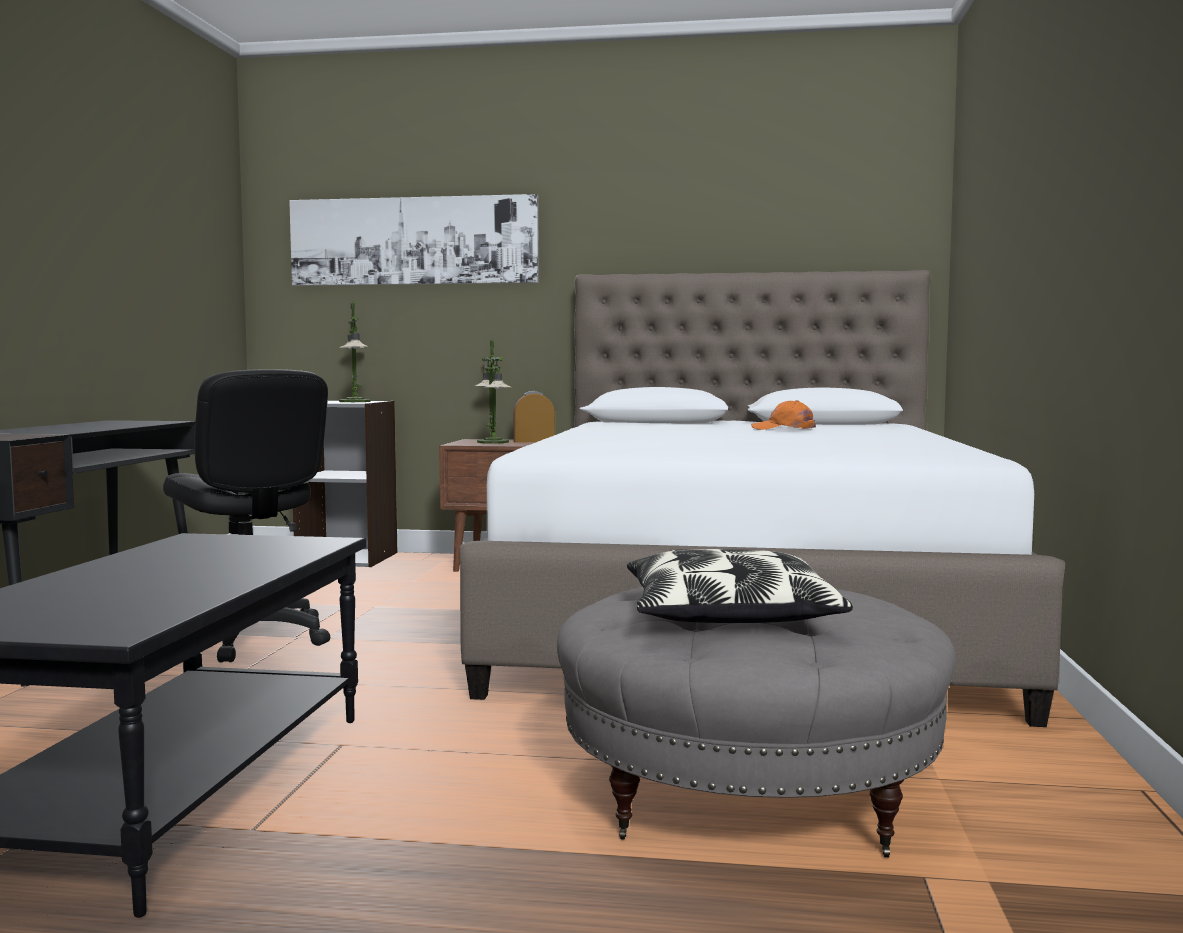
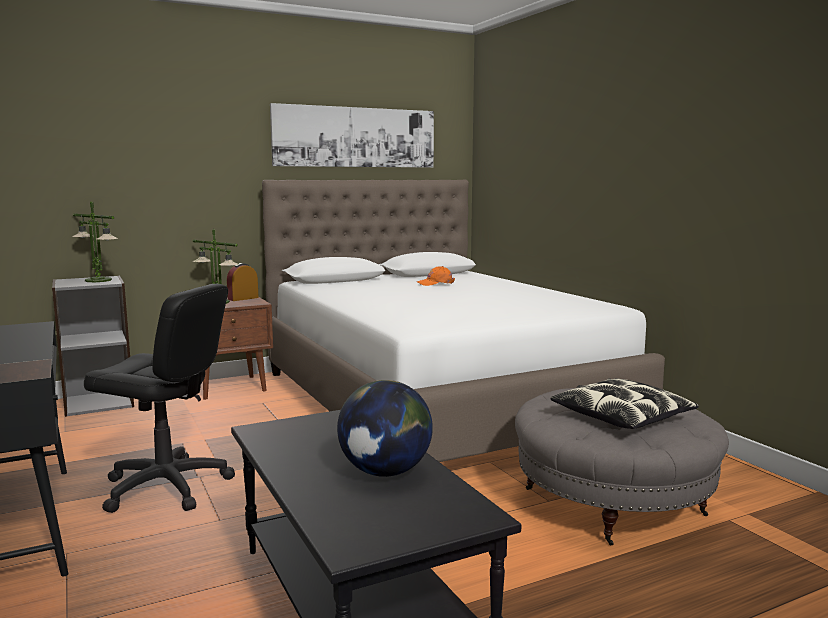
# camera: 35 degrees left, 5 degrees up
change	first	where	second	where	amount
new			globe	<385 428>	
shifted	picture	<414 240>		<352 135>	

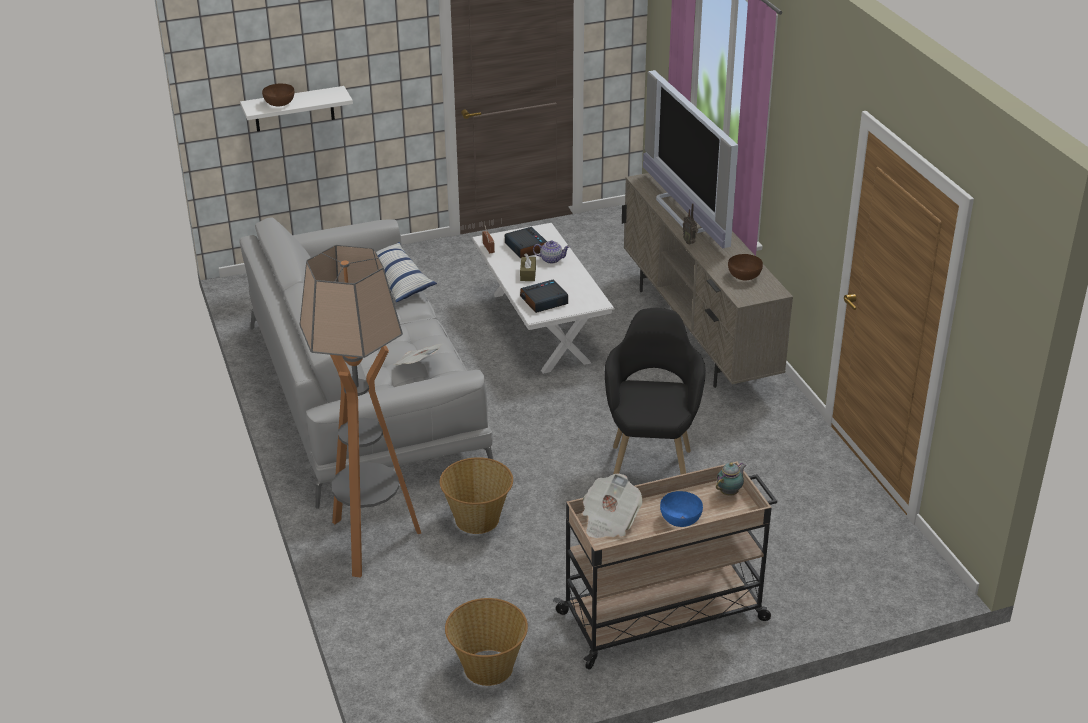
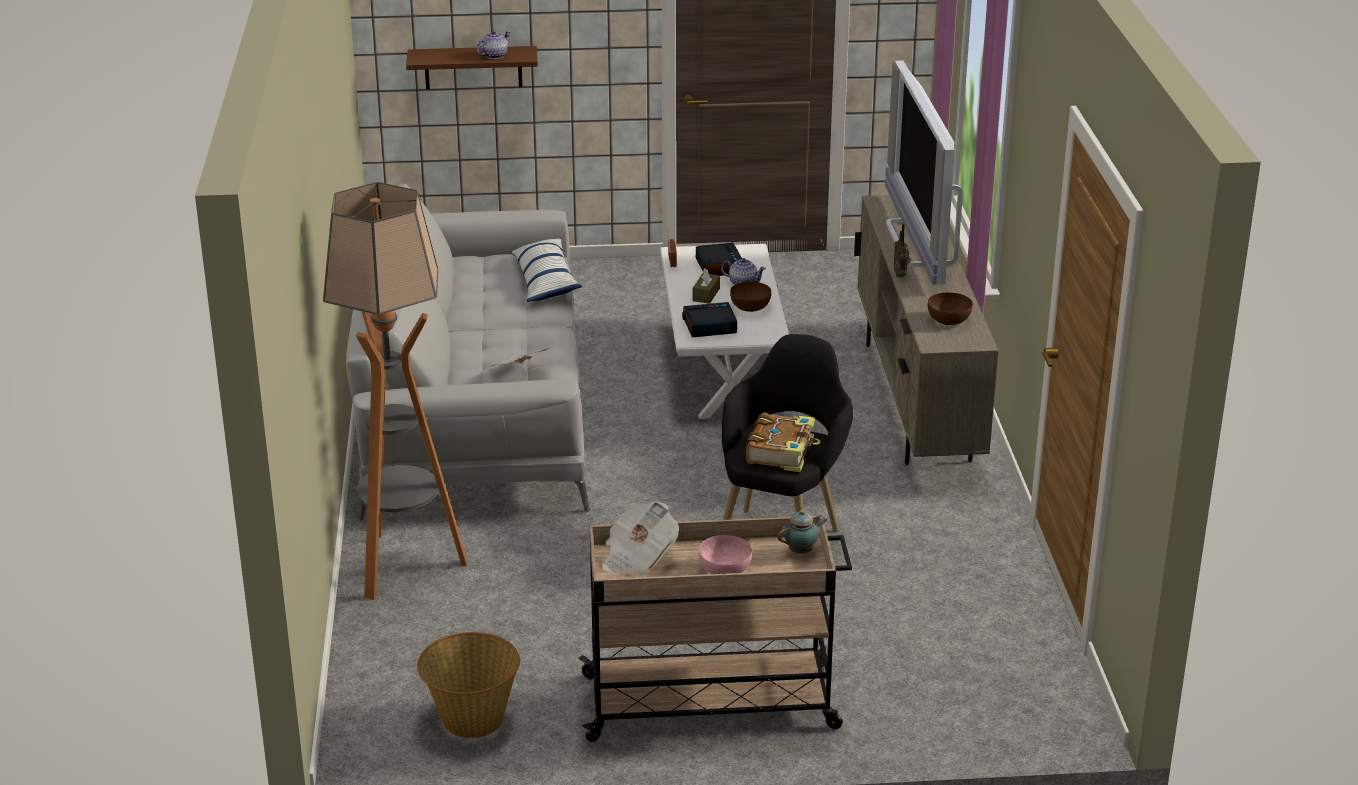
# camera: 15 degrees right, 5 degrees down
change	first	where	second	where	amount
gone	basket	<476 495>			
new			teapot	<493 44>	
new			book	<783 442>	
shifted	brown bowl	<278 95>		<750 296>	
repainted	white shelf	<296 109>	brown shelf	<472 67>	
repainted	blue bowl	<681 509>	pink bowl	<725 554>	

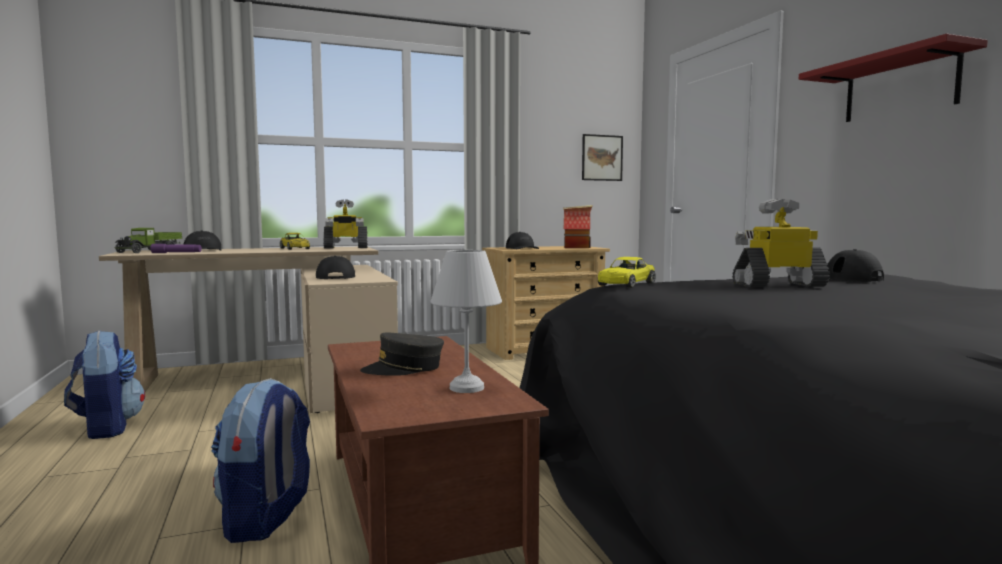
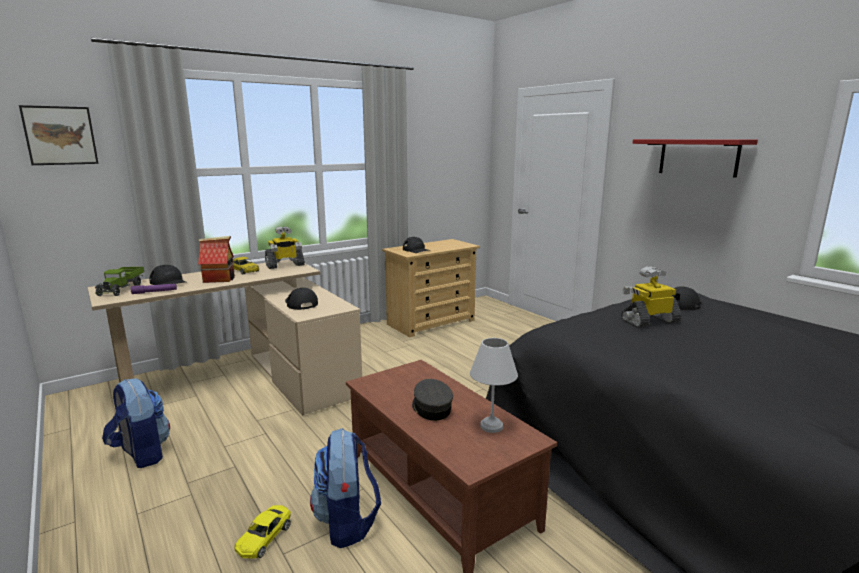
# camera: 15 degrees left, 10 degrees up
change	first	where	second	where	amount
shifted	toy house	<578 226>		<216 259>	
shifted	picture	<602 157>		<59 135>	
shifted	yellow toy car	<627 272>		<262 532>	
rotated	grey cap	<402 354>		<432 400>	105 degrees clockwise

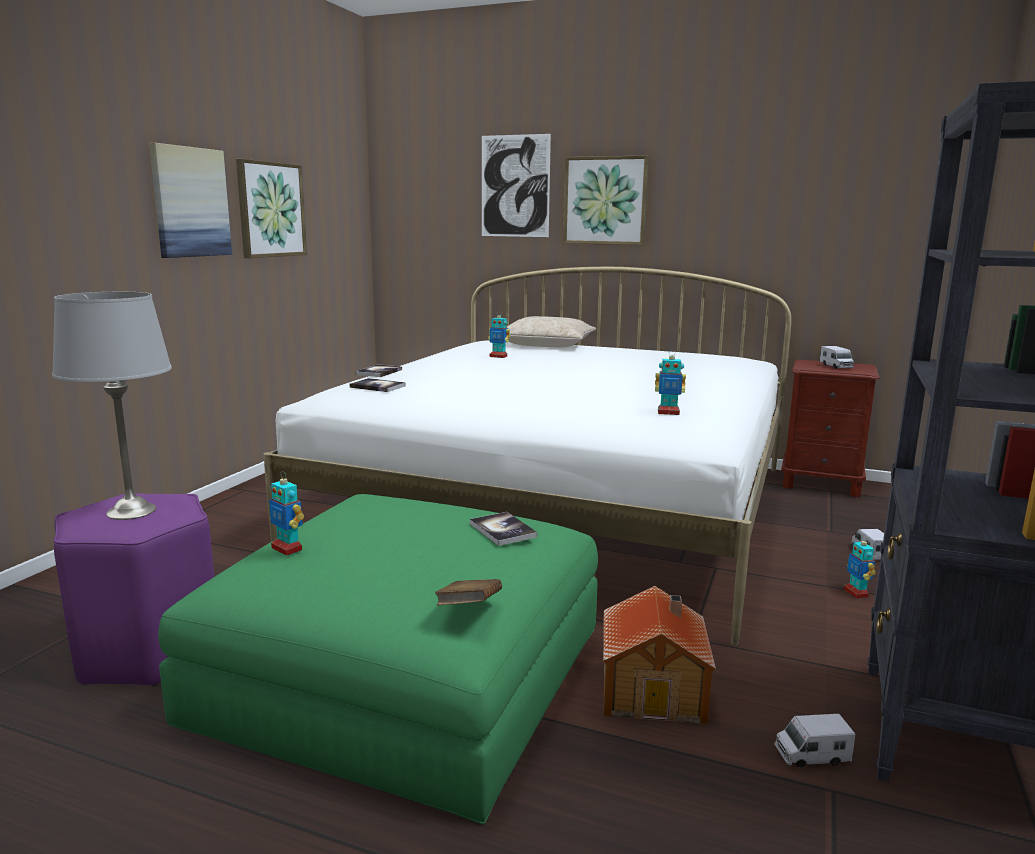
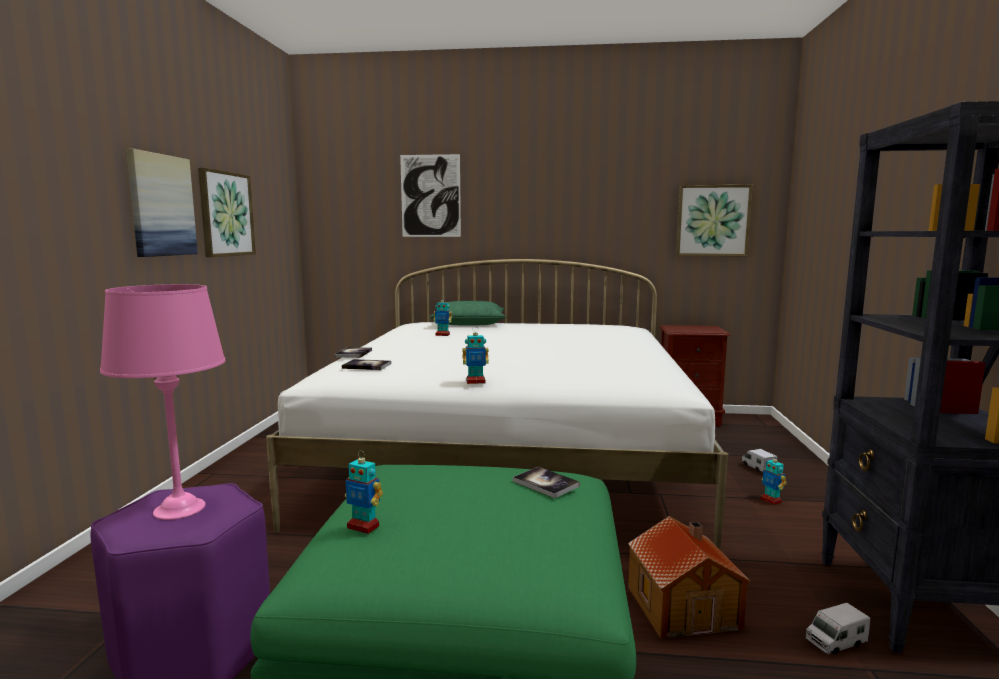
# camera: 15 degrees left, 5 degrees down
change	first	where	second	where	amount
gone	brown book	<468 592>			
gone	toy truck	<837 357>			
shifted	picture	<606 200>		<714 220>	
shifted	toy robot	<670 382>		<475 357>	
repainted	grey table lamp	<112 406>	pink table lamp	<162 402>	
repainted	beige pillow	<551 331>	green pillow	<468 313>	

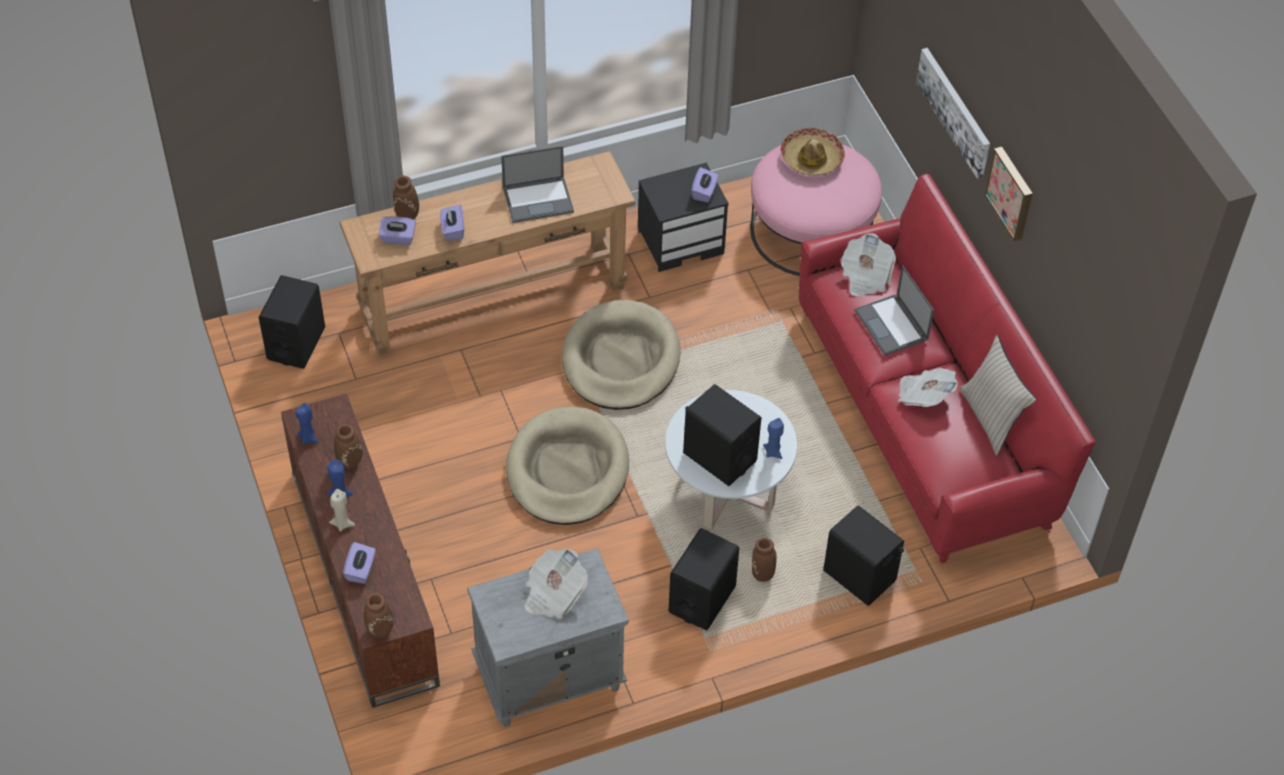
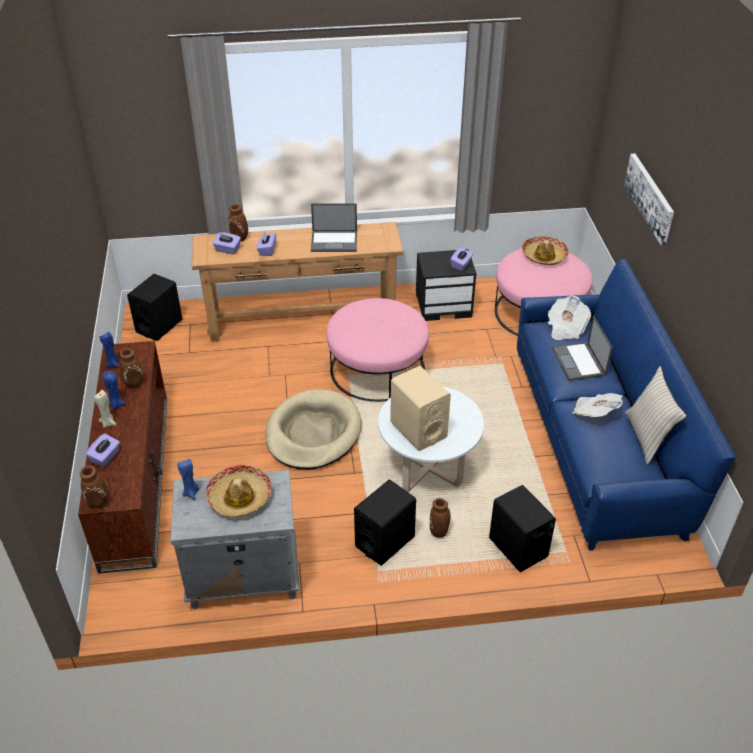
# camera: 15 degrees right, 10 degrees down
change	first	where	second	where	amount
gone	picture	<1008 194>			
shifted	blue candle	<773 438>		<188 479>	
swapped	newspaper	<556 584>	hat	<239 491>	
swapped	beige dog bed	<621 355>	pink ottoman	<377 350>	
repainted	black speaker	<722 435>	beige speaker	<420 408>	
repainted	red sofa	<947 369>	blue sofa	<626 405>	

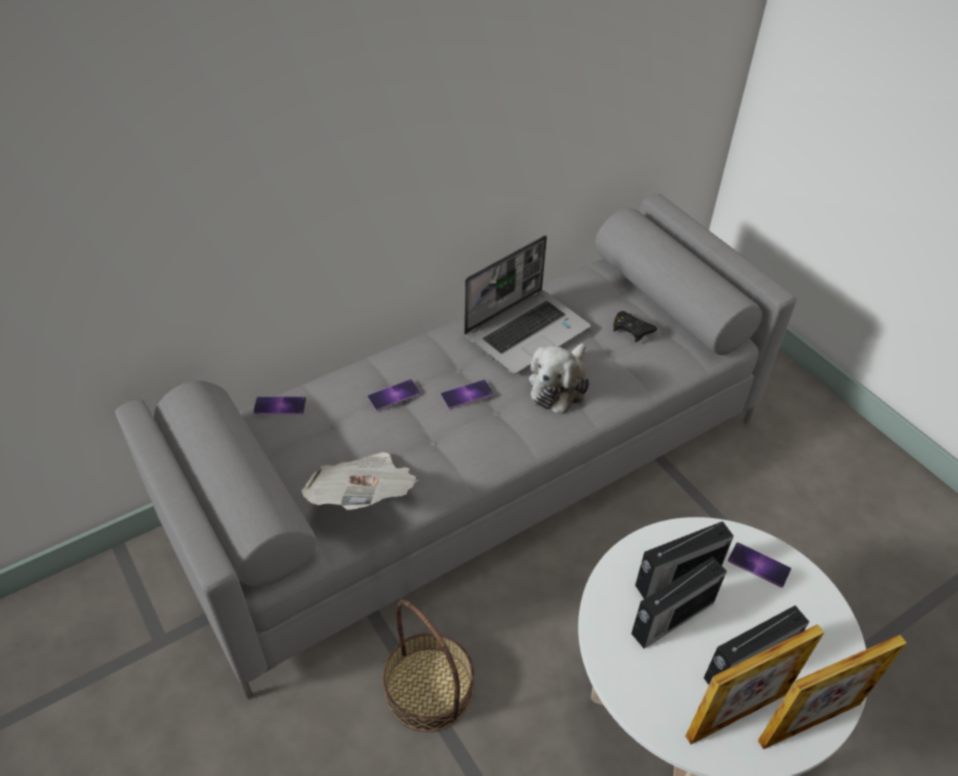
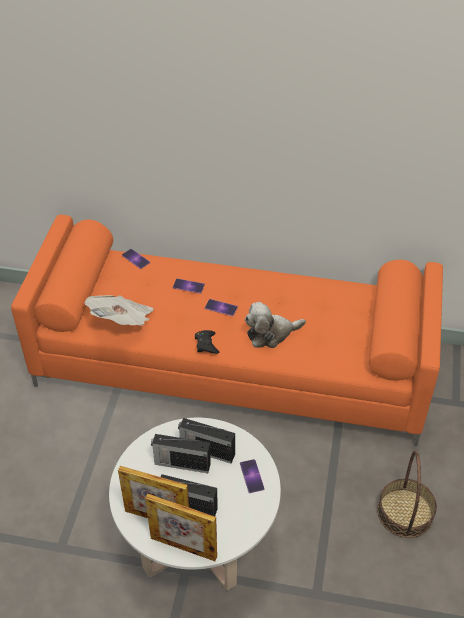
# camera: 45 degrees right, 0 degrees up
change	first	where	second	where	amount
gone	laptop	<527 304>			
shifted	basket	<428 666>		<407 494>	
shifted	black game controller	<635 326>		<207 342>	
repainted	grey sofa	<455 447>	orange sofa	<227 330>	

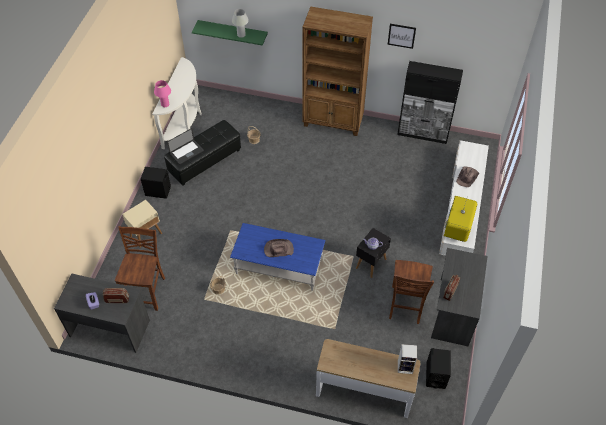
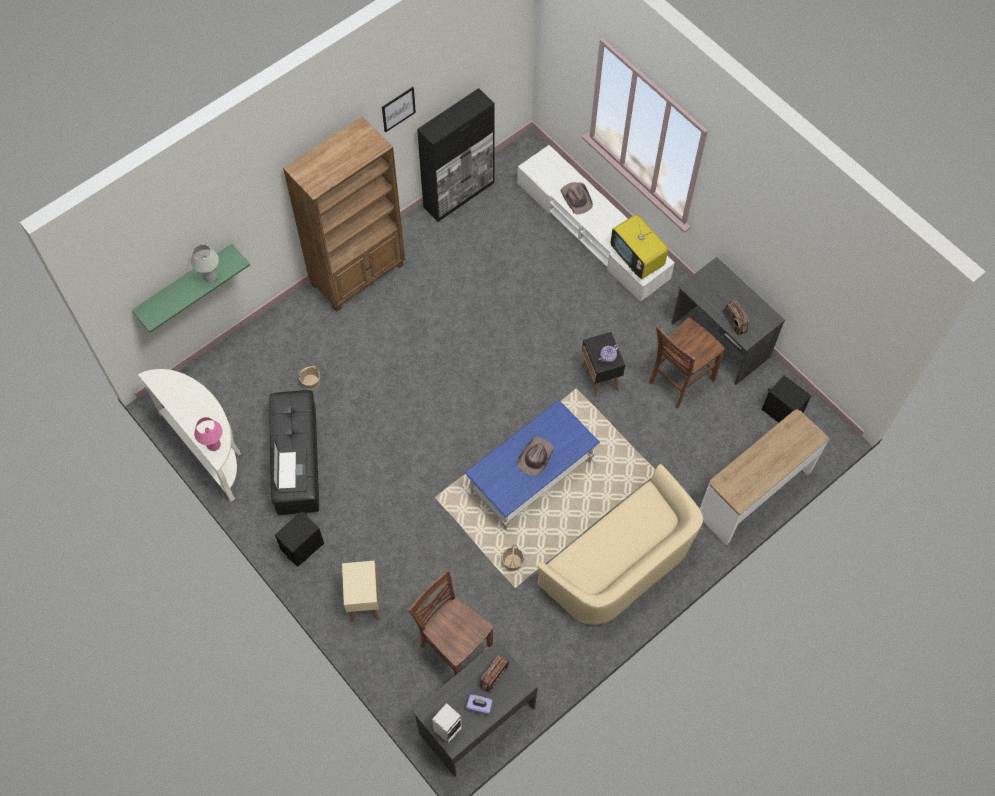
# camera: 55 degrees left, 10 degrees up
change	first	where	second	where	amount
new			beige sofa	<620 544>	
shifted	speaker	<407 359>		<447 723>	
rotated	brown chair	<411 292>		<687 363>	90 degrees clockwise

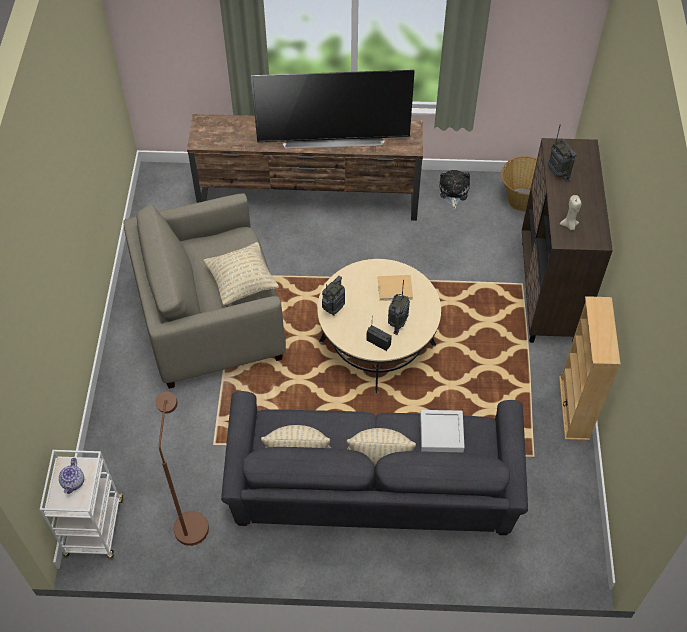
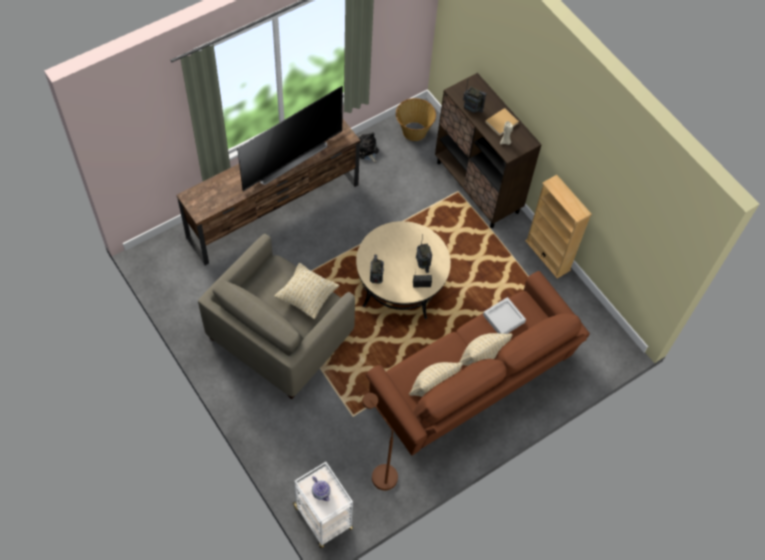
# camera: 40 degrees left, 5 degrees up
change	first	where	second	where	amount
shifted	beige book	<395 288>		<502 122>	
repainted	grey sofa	<374 463>	brown sofa	<478 363>	

